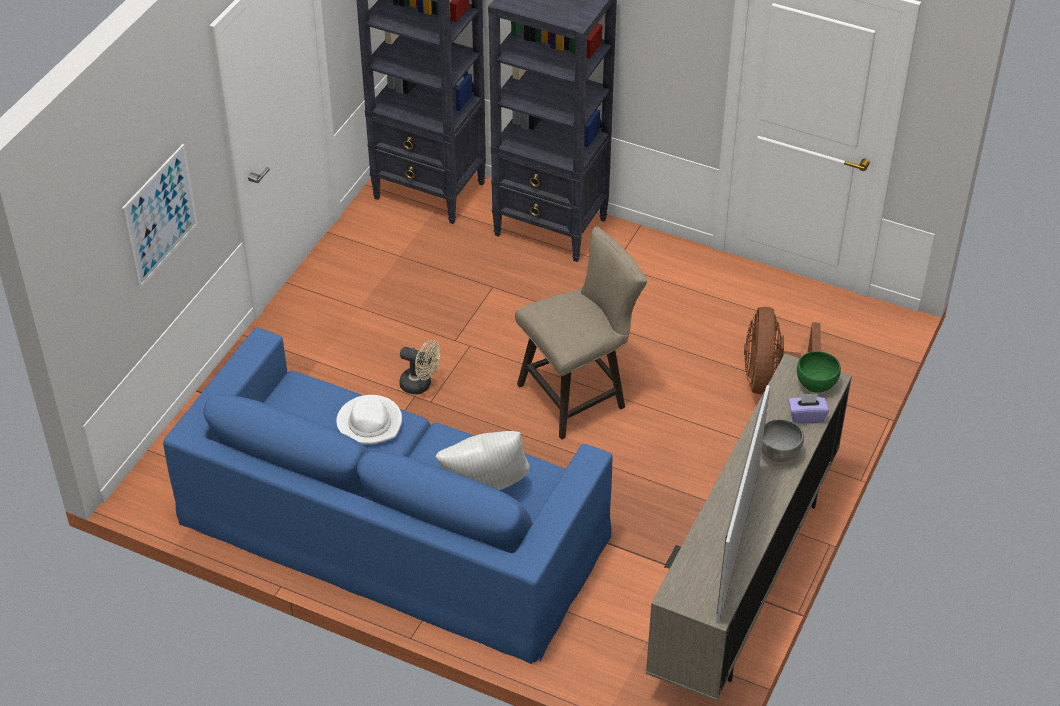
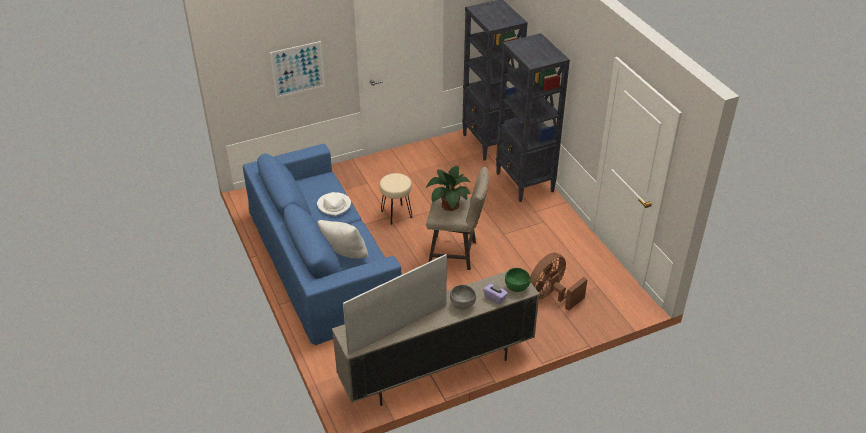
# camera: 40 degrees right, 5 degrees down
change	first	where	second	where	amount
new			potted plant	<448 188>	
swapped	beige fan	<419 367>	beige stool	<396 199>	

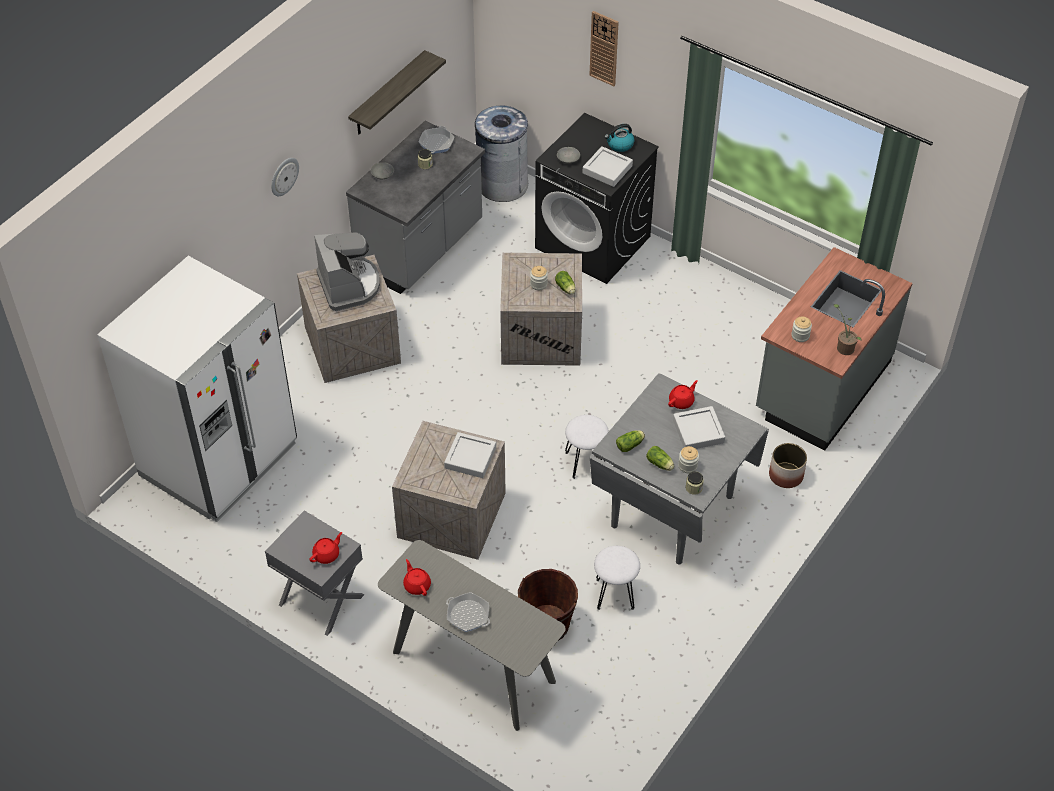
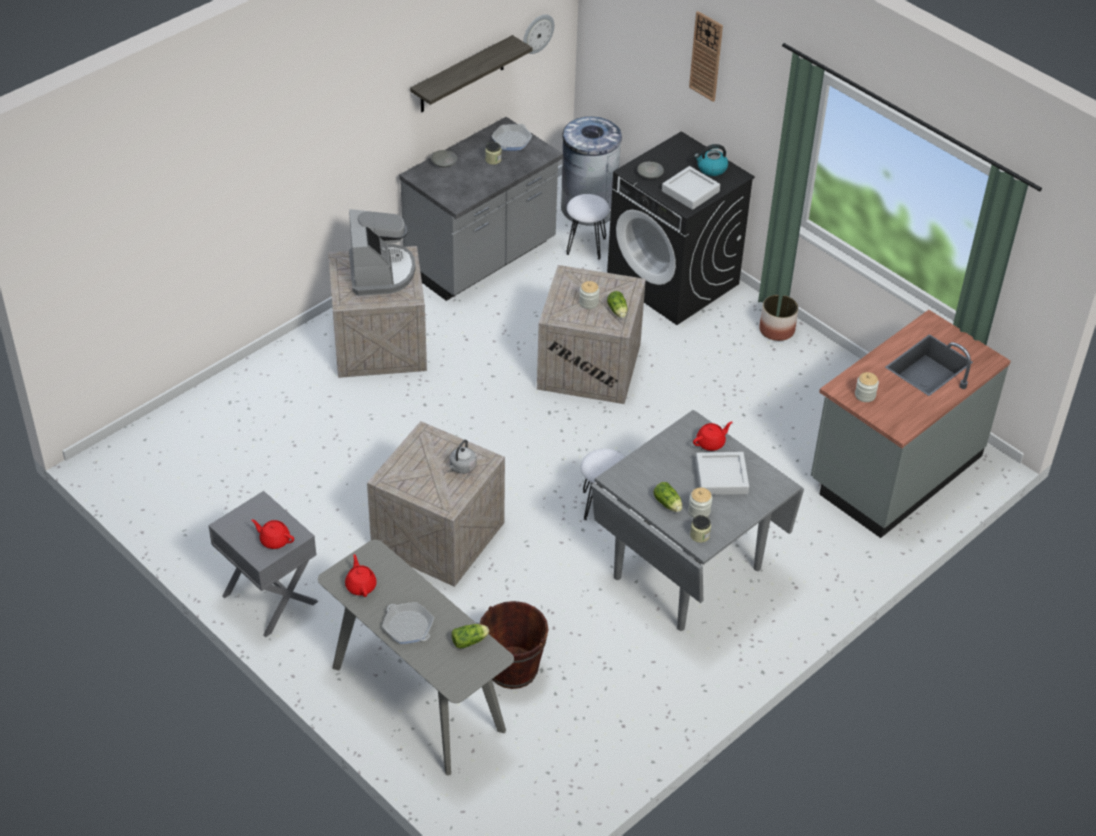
# camera: 10 degrees right, 5 degrees down
change	first	where	second	where	amount
gone	white fridge	<197 389>			
gone	potted plant	<848 329>			
shifted	wall clock	<285 177>		<538 34>	
shifted	white stool	<617 578>		<588 227>	
shifted	lettuce	<630 441>		<470 636>	
shifted	planter	<788 465>		<778 317>	
swapped	grey tray	<470 455>	grey kettle	<462 456>	
rotated	red teapot	<326 548>		<272 534>	120 degrees counterclockwise

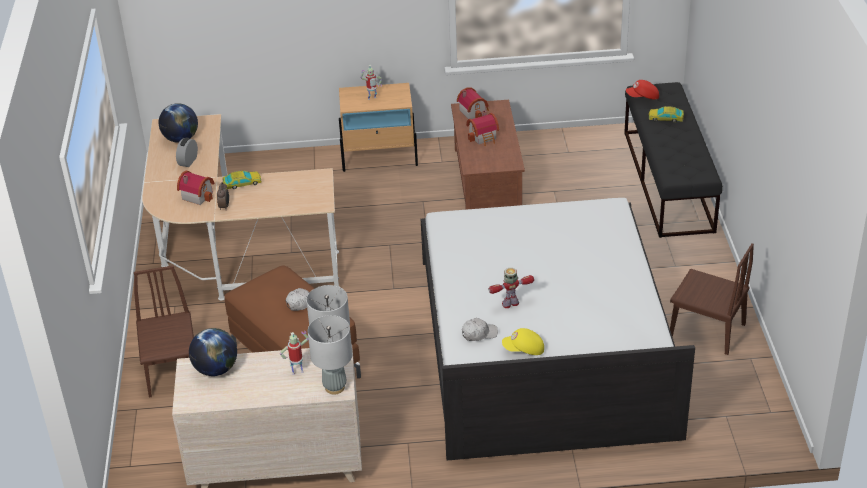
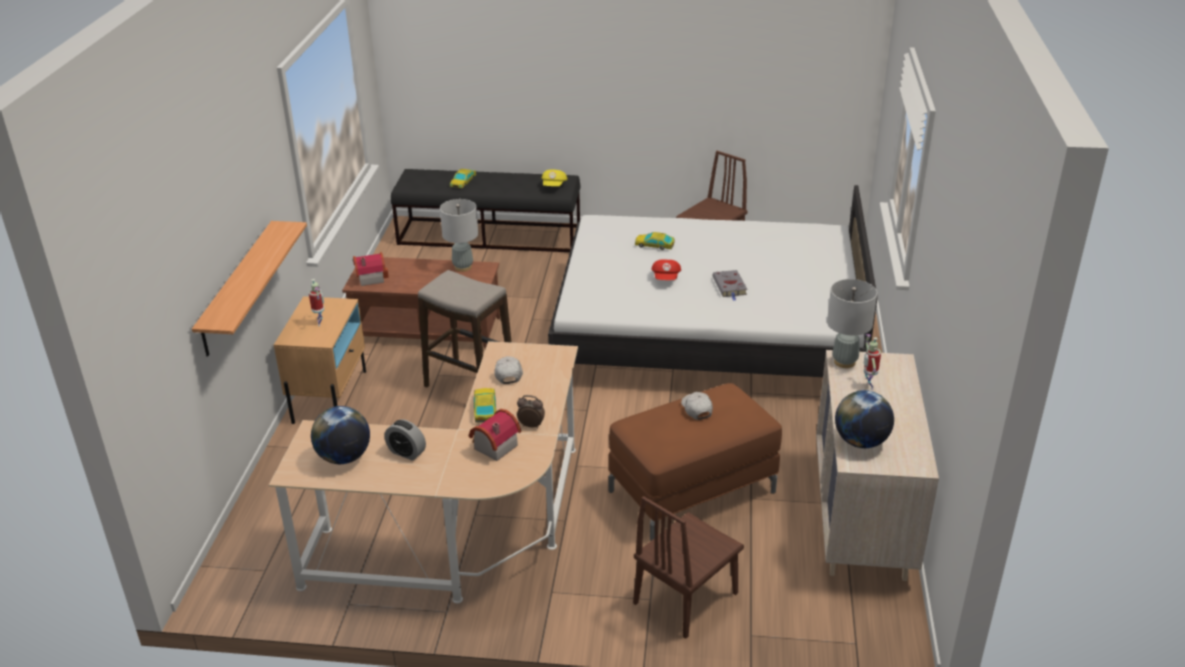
# camera: 80 degrees left, 5 degrees down
change	first	where	second	where	amount
gone	toy house	<482 128>			
new			shelf	<249 289>	
new			stool	<465 328>	
new			toy car	<655 241>	
shifted	grey table lamp	<330 355>		<459 235>	
shifted	white cap	<480 329>		<508 370>	
shifted	yellow cap	<523 341>		<554 177>	
shifted	red cap	<642 90>		<666 270>	
swapped	toy robot	<511 288>	grey book	<729 285>	
rotated	brown chair	<164 332>		<688 567>	45 degrees counterclockwise

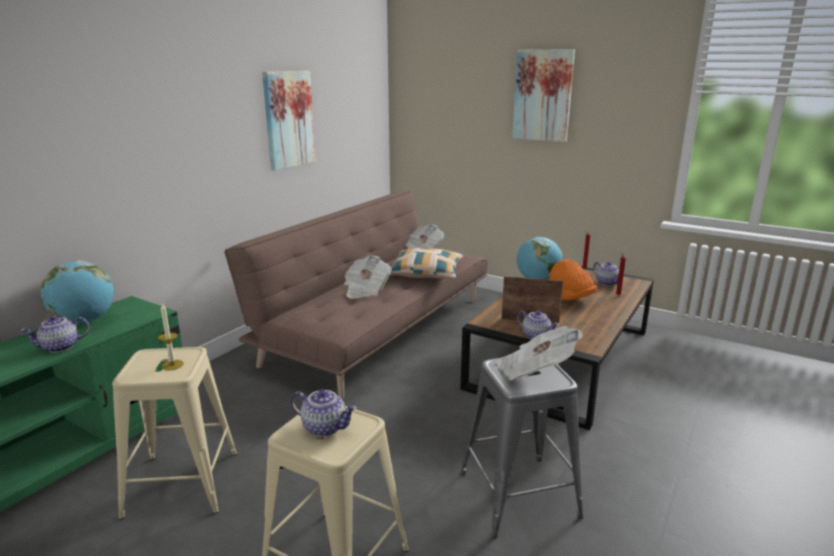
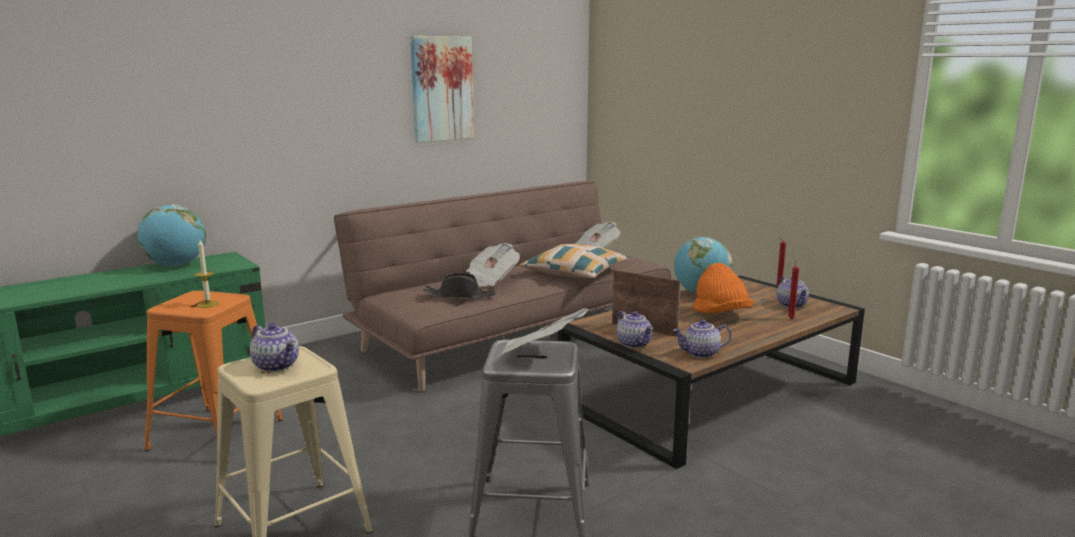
# camera: 20 degrees right, 5 degrees down
change	first	where	second	where	amount
gone	picture	<543 95>			
new			black hat	<459 286>	
shifted	teapot	<55 334>		<702 338>	
repainted	beige stool	<174 433>	orange stool	<213 376>	

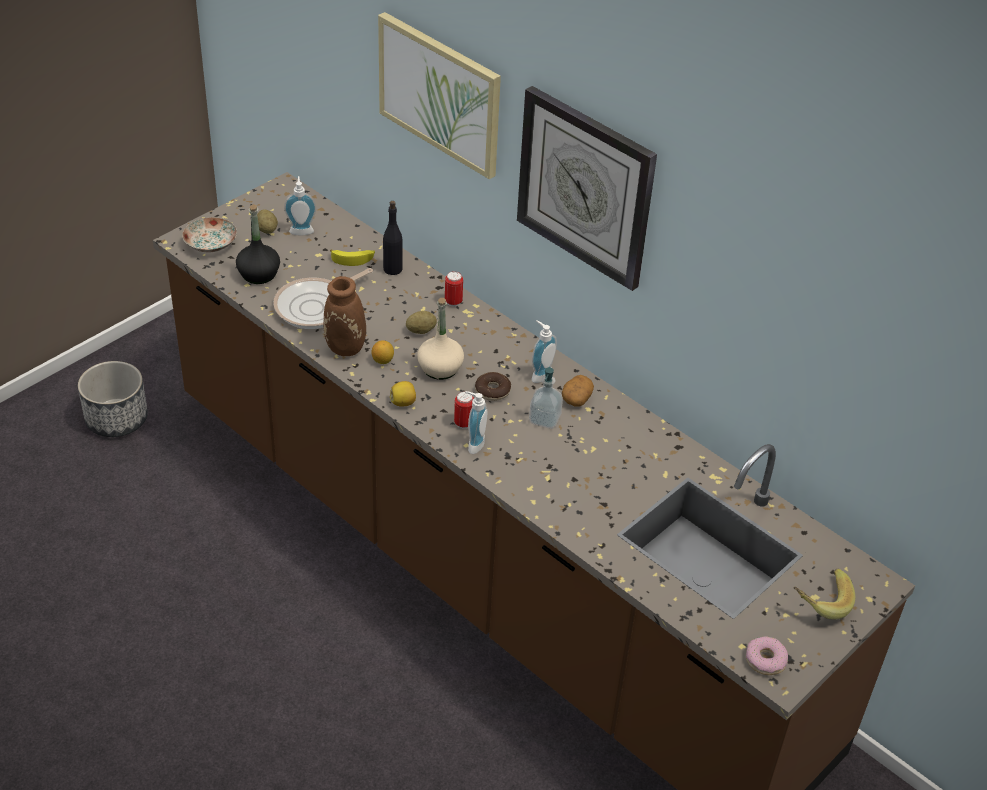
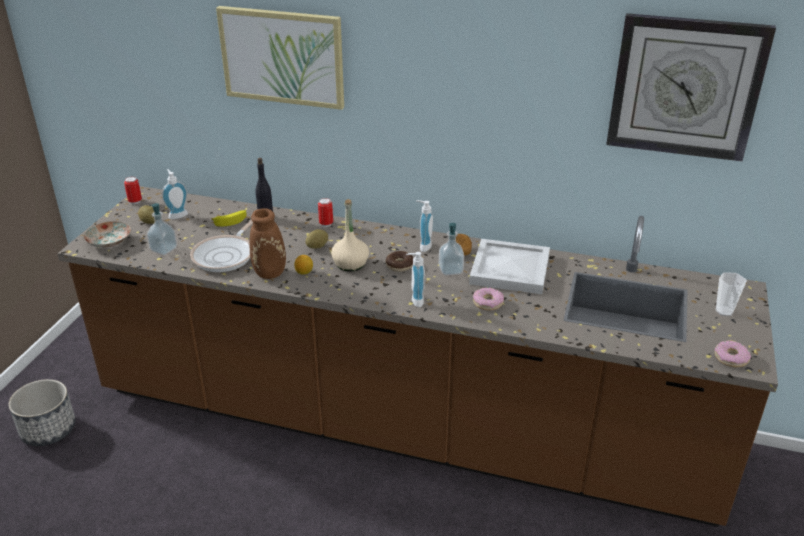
# camera: 25 degrees left, 10 degrees down
change	first	where	second	where	amount
gone	lemon	<403 394>			
new			white tray	<509 266>	
new			donut	<488 299>	
shifted	can	<464 410>		<133 190>	
shifted	wall clock	<587 188>		<691 87>	
swapped	black bottle	<258 244>	soap dispenser	<162 229>	
swapped	banana	<824 594>	cup	<731 294>	

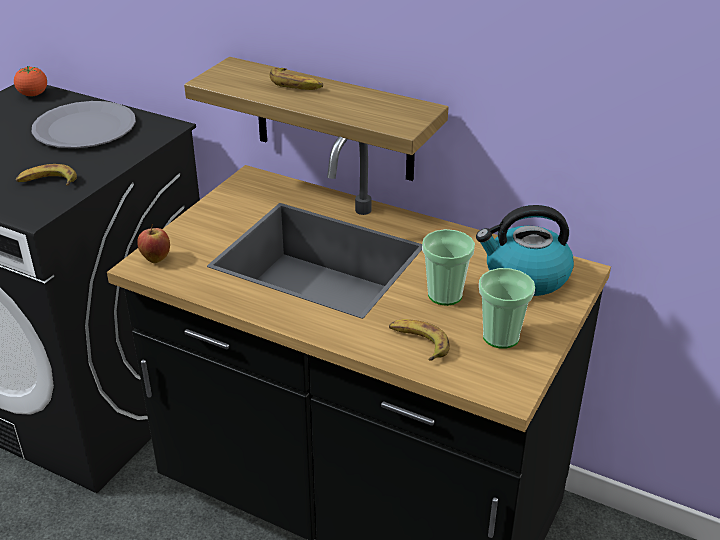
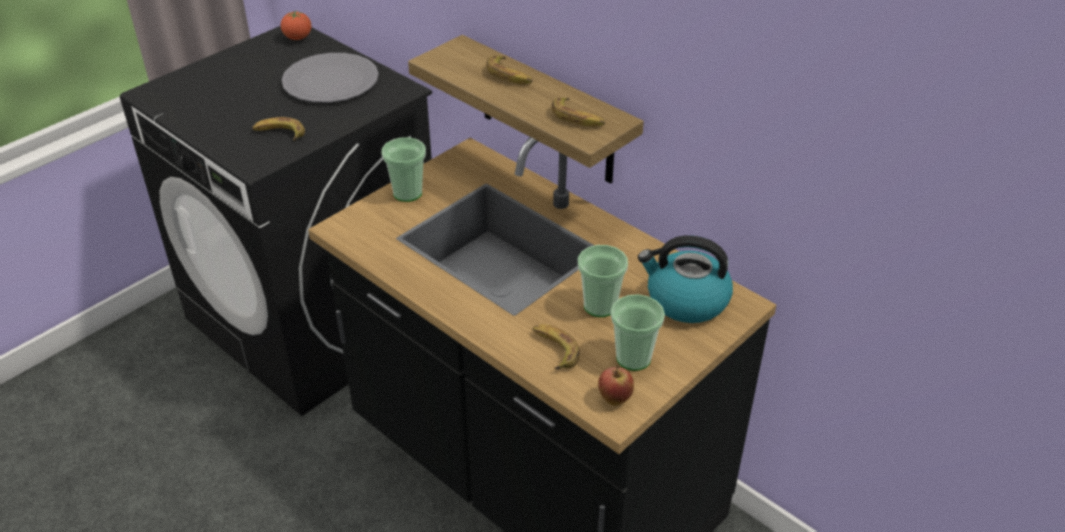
# camera: 15 degrees right, 5 degrees up
change	first	where	second	where	amount
new			cup	<403 169>	
new			banana	<578 112>	
shifted	apple	<153 243>		<616 385>	

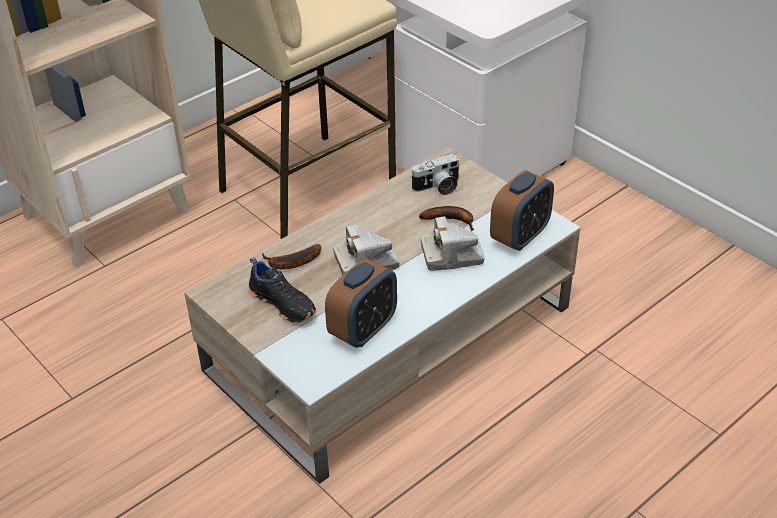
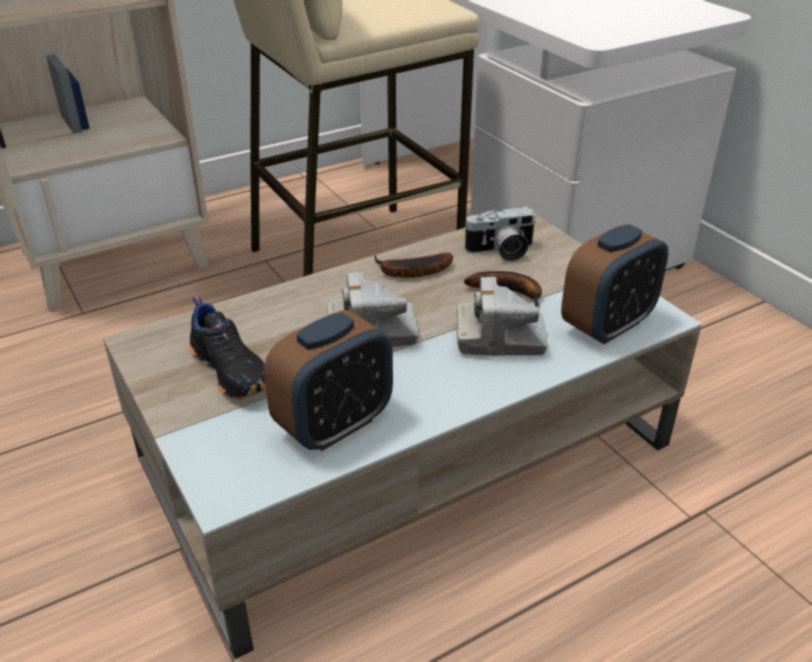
# camera: 10 degrees right, 5 degrees down
change	first	where	second	where	amount
shifted	banana	<291 256>		<414 265>	

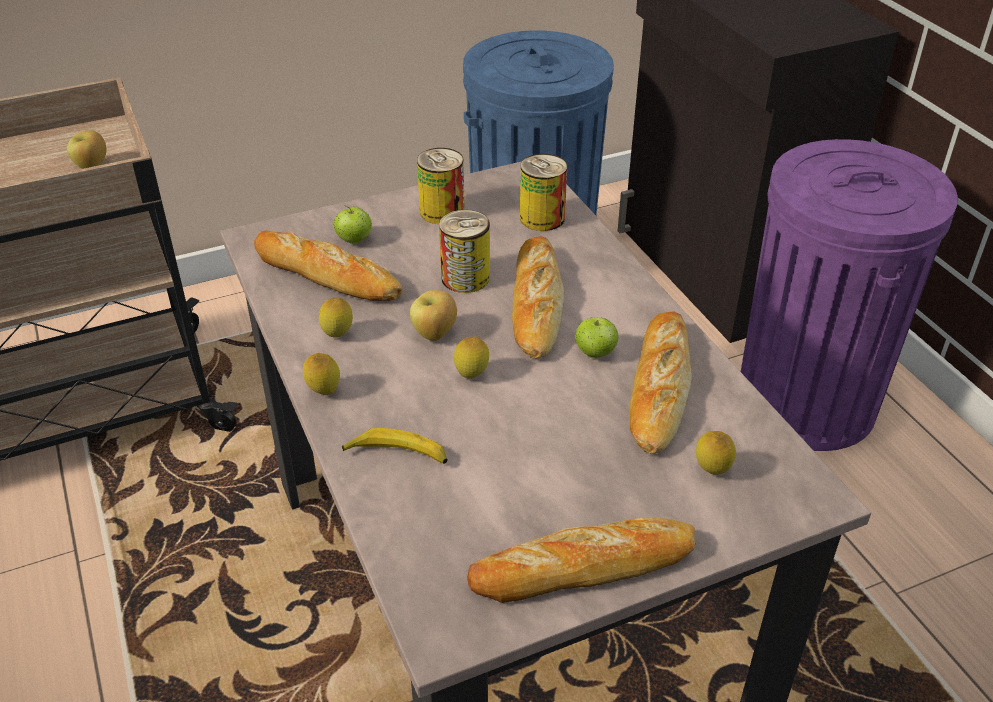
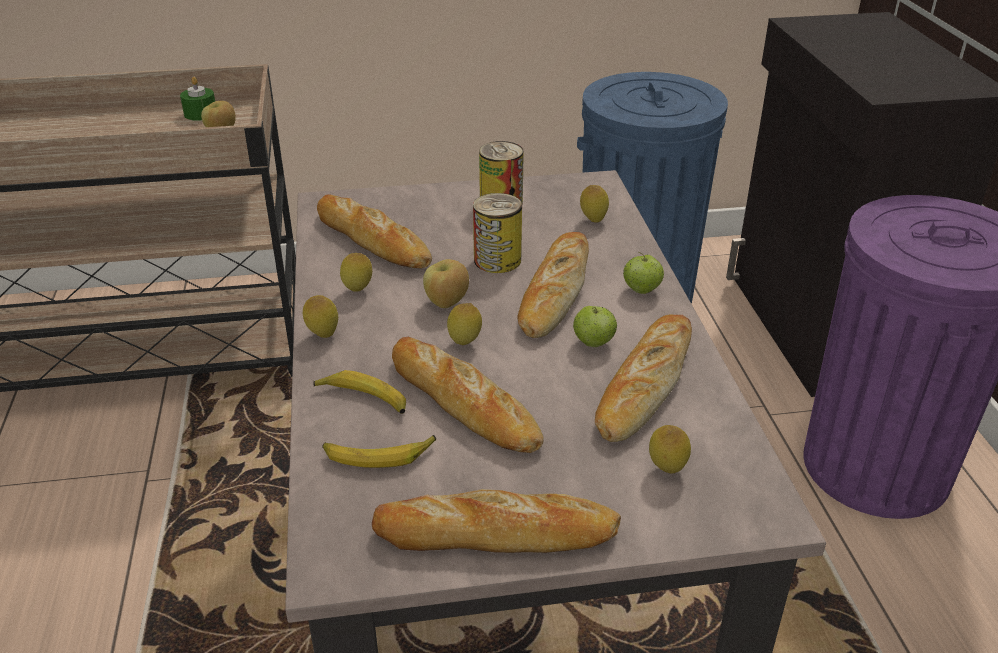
# camera: 15 degrees right, 5 degrees down
change	first	where	second	where	amount
new			green candle	<197 99>	
new			banana	<379 451>	
new			bread	<468 395>	
shifted	apple	<353 224>		<643 272>	
swapped	can	<543 192>	lemon	<594 204>	

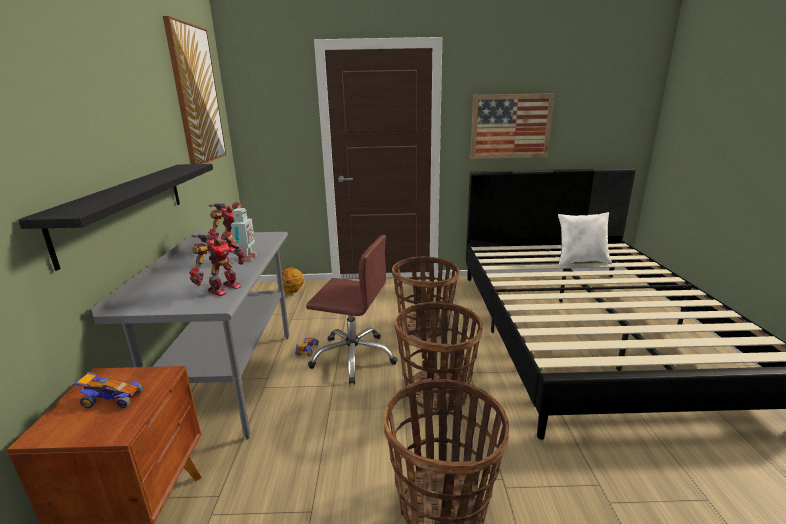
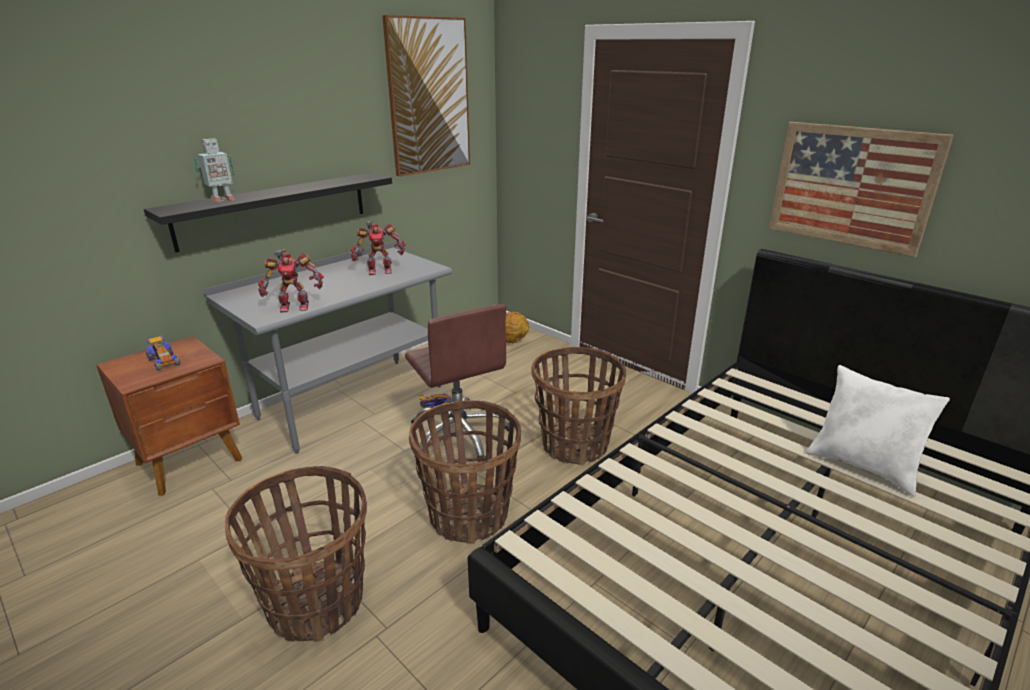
# camera: 45 degrees right, 5 degrees up
change	first	where	second	where	amount
shifted	toy robot	<244 234>		<214 170>	

